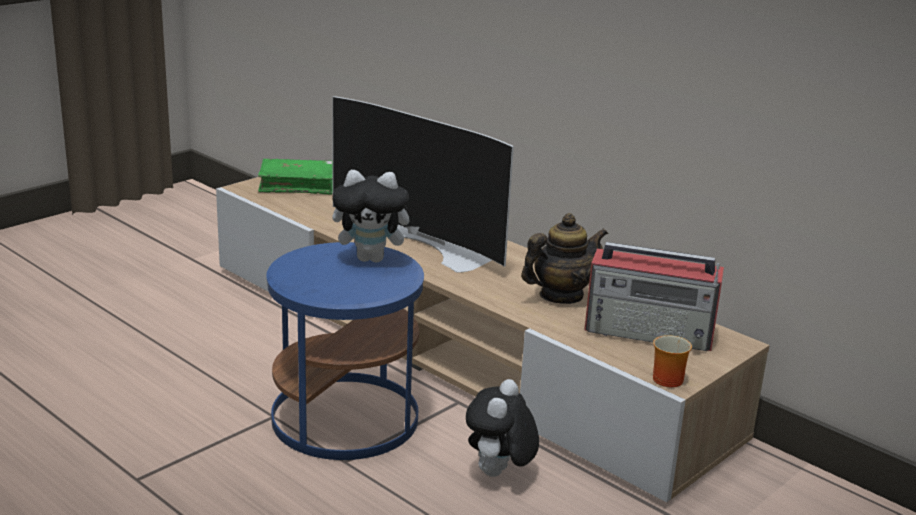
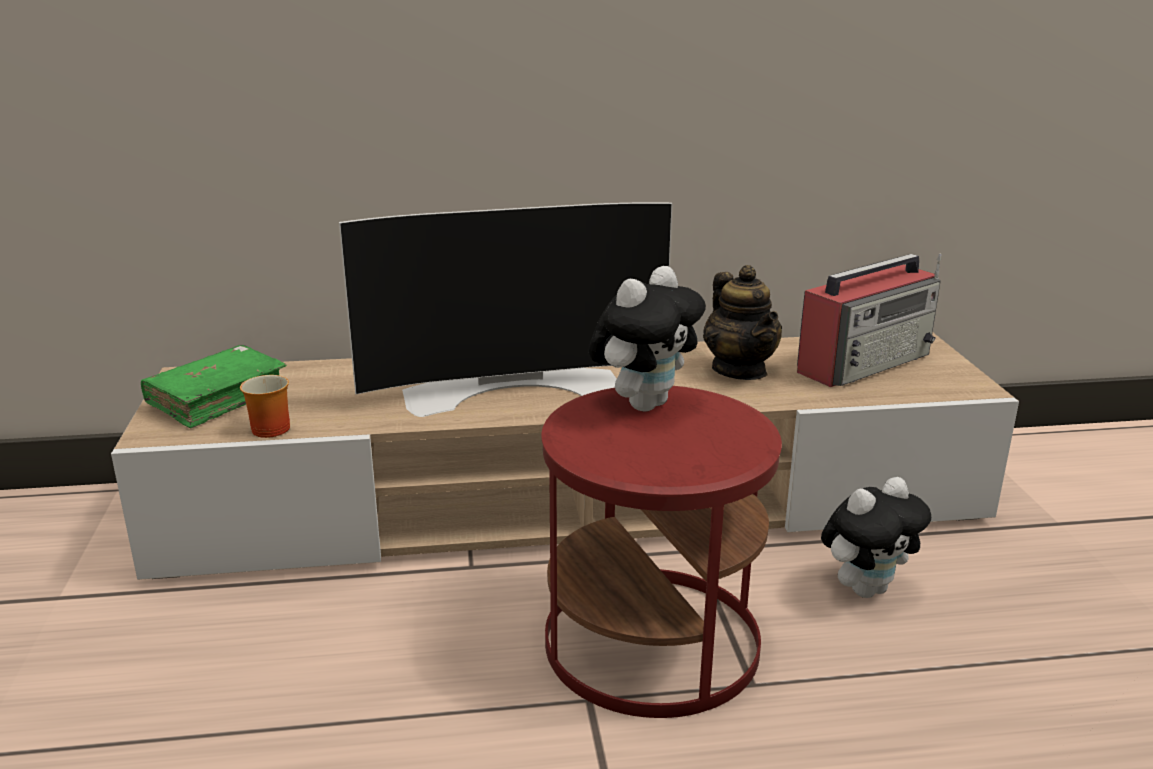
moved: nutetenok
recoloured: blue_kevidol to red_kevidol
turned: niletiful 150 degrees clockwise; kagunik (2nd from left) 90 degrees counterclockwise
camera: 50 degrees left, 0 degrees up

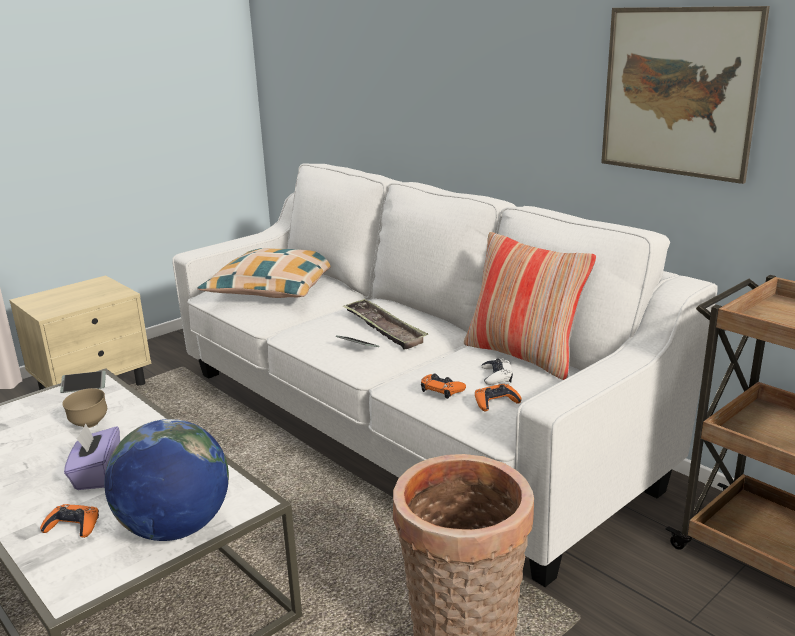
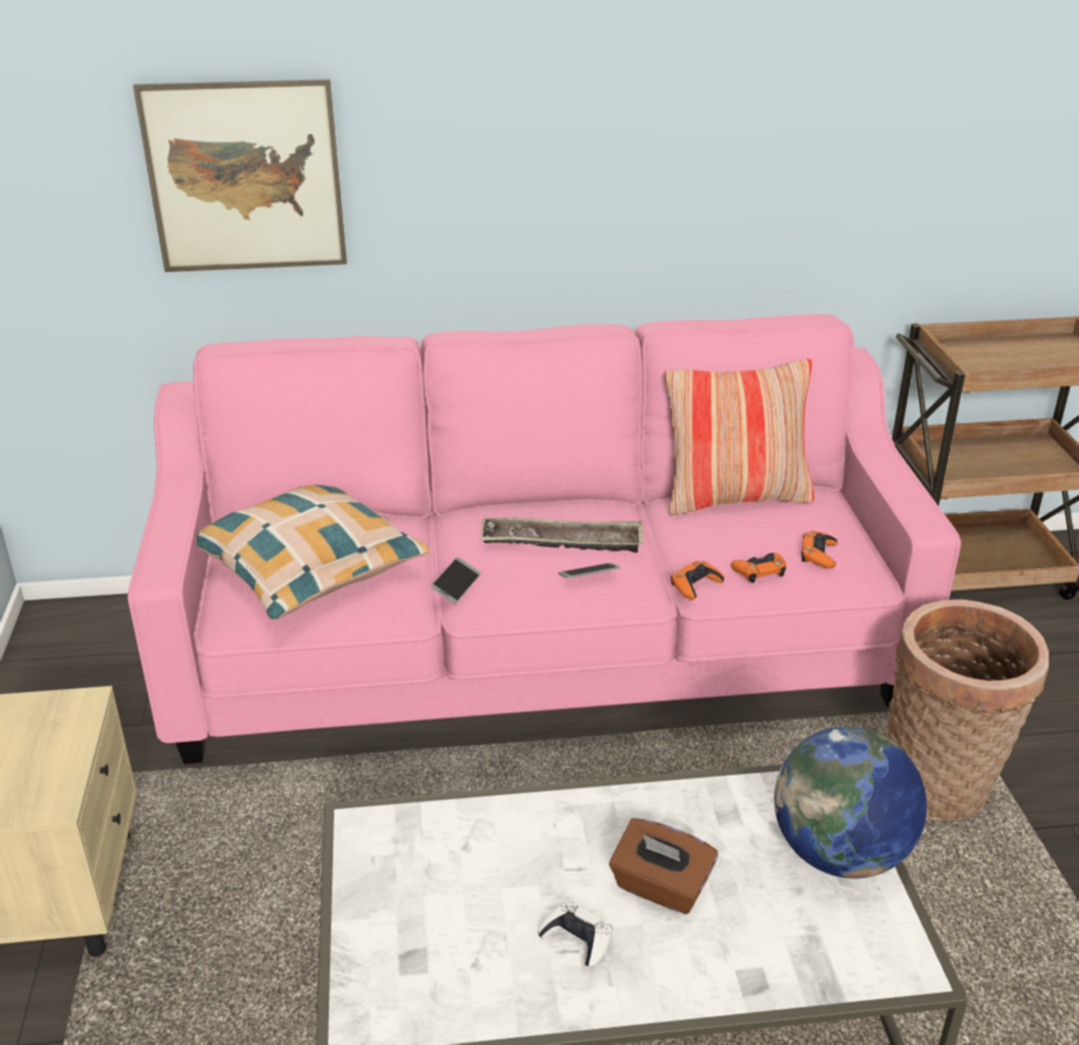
removed: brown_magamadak
moved: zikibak; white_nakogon; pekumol (1st from left); orange_nakogon (1st from left)
recoloured: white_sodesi to pink_sodesi; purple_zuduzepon to brown_zuduzepon
camera: 55 degrees left, 10 degrees up

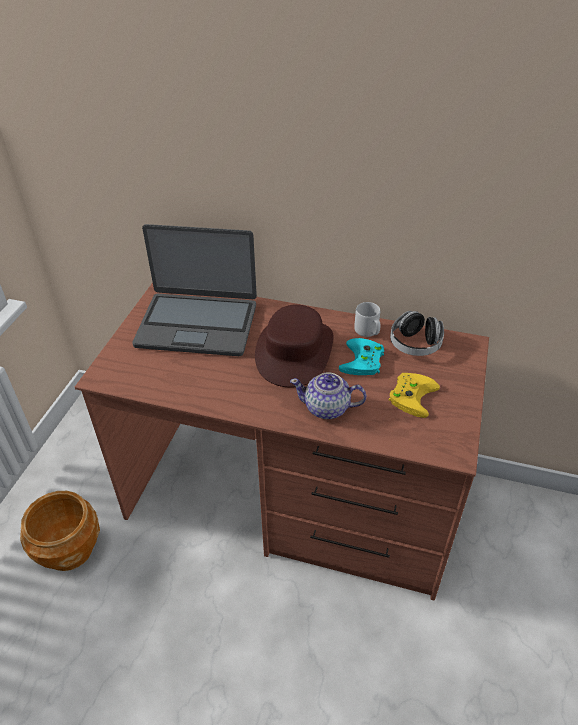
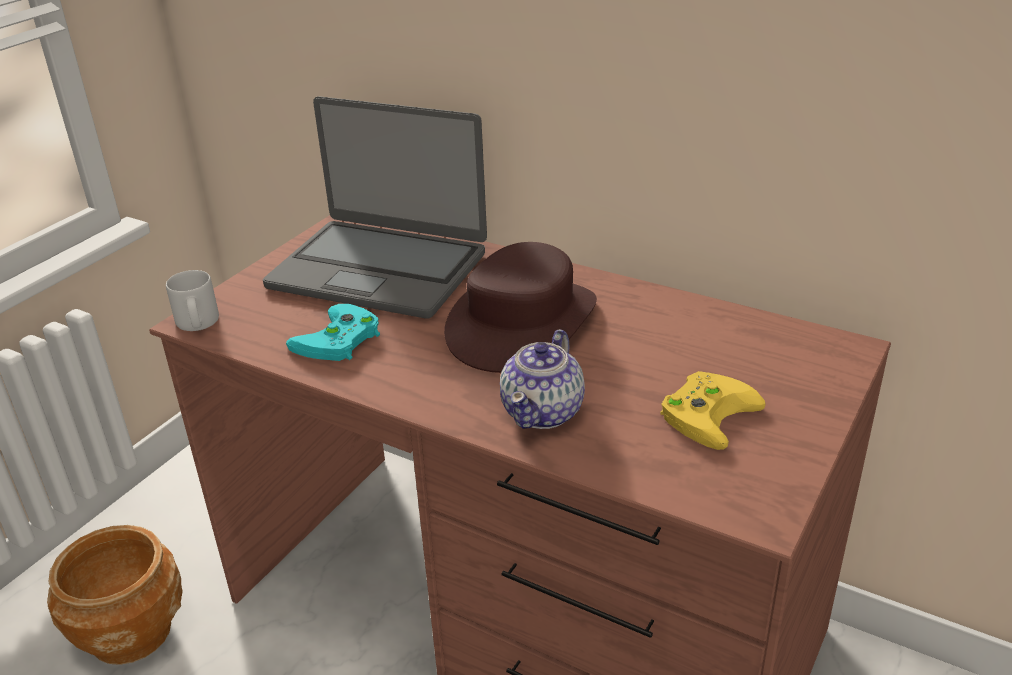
removed: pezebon
moved: grey_nutetenok; turquoise_nakogon
turned: niletiful 90 degrees counterclockwise
camera: 15 degrees right, 10 degrees down

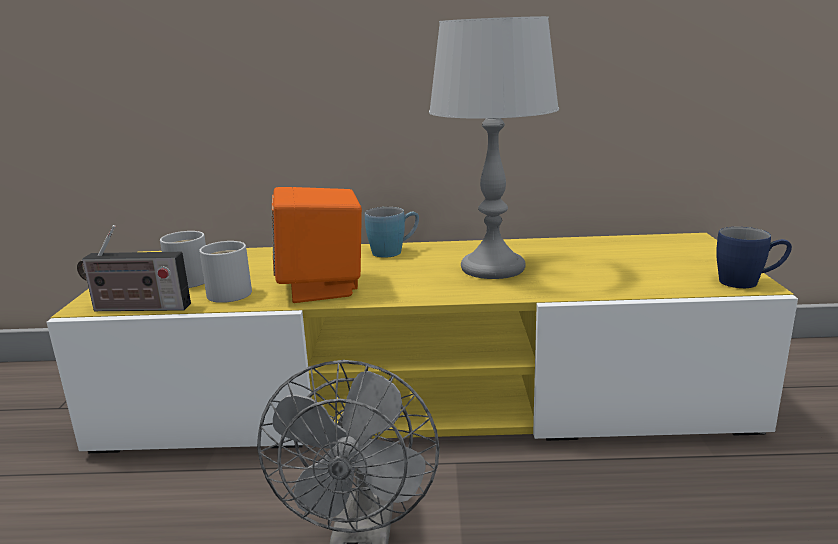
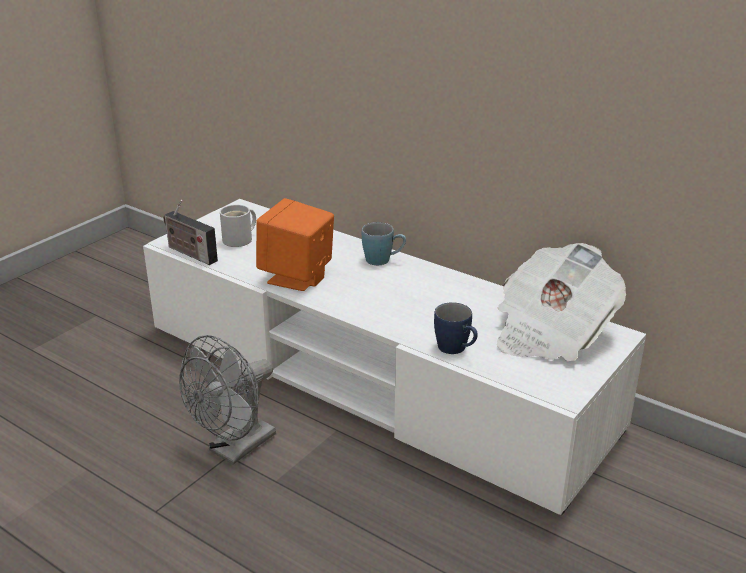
removed: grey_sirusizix; white_nutetenok (2nd from left)
added: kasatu
moved: blue_nutetenok (2nd from left)
recoloured: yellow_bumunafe to white_bumunafe
camera: 35 degrees right, 10 degrees up

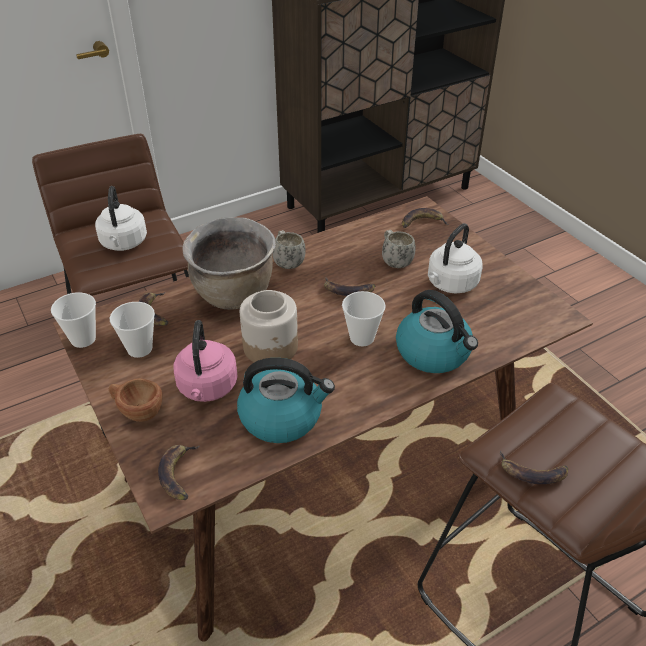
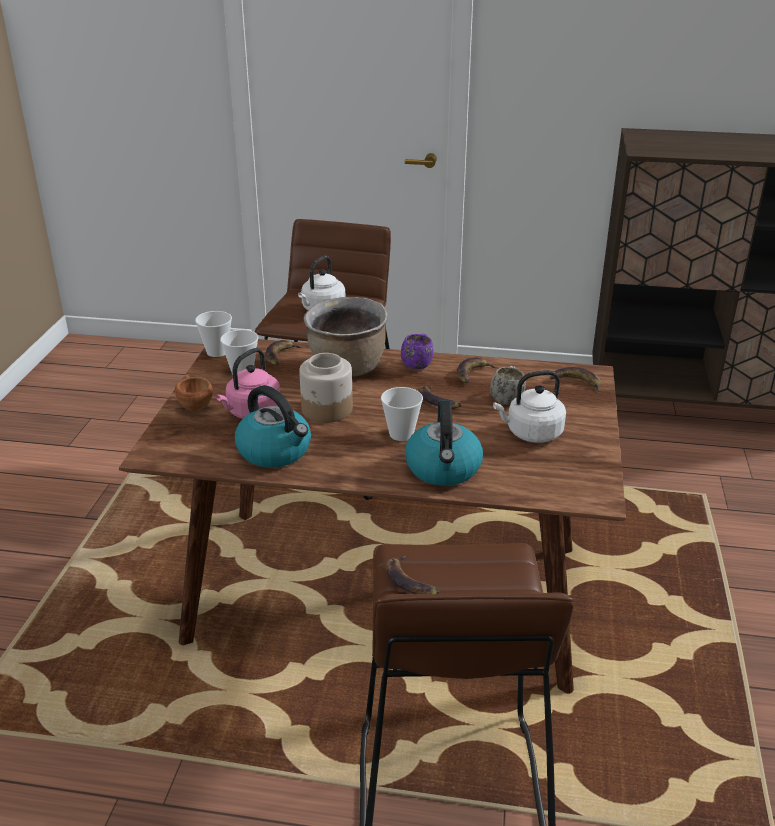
moved: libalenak (2nd from left in the first image) to libalenak (4th from left)
recoloured: white_nutetenok (1st from left) to purple_nutetenok
camera: 40 degrees right, 10 degrees down

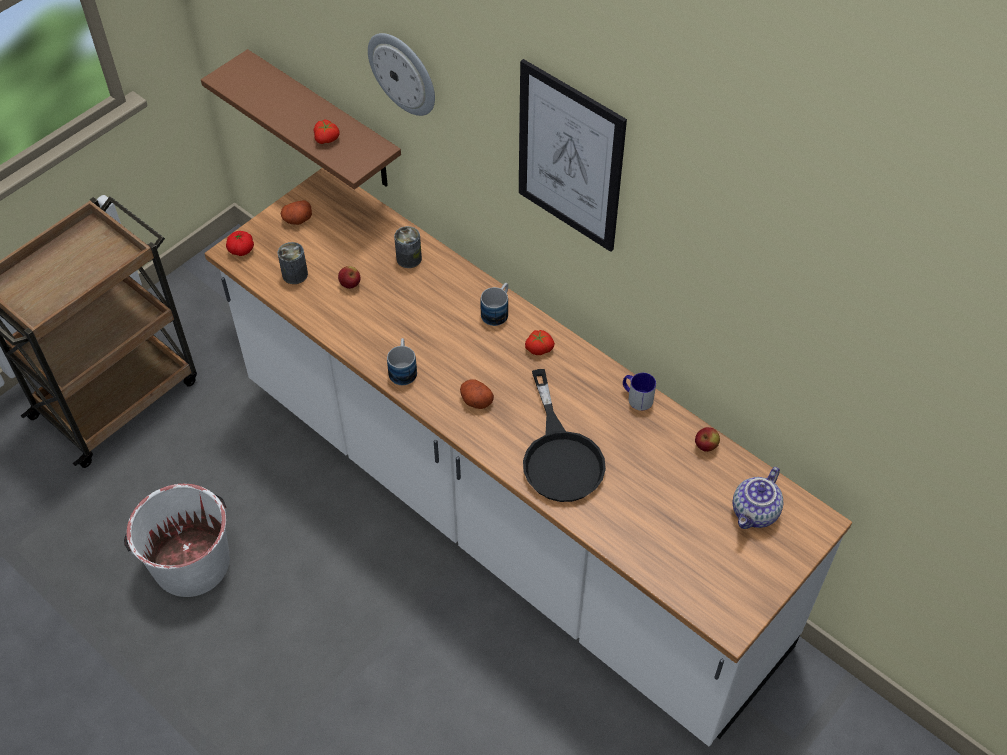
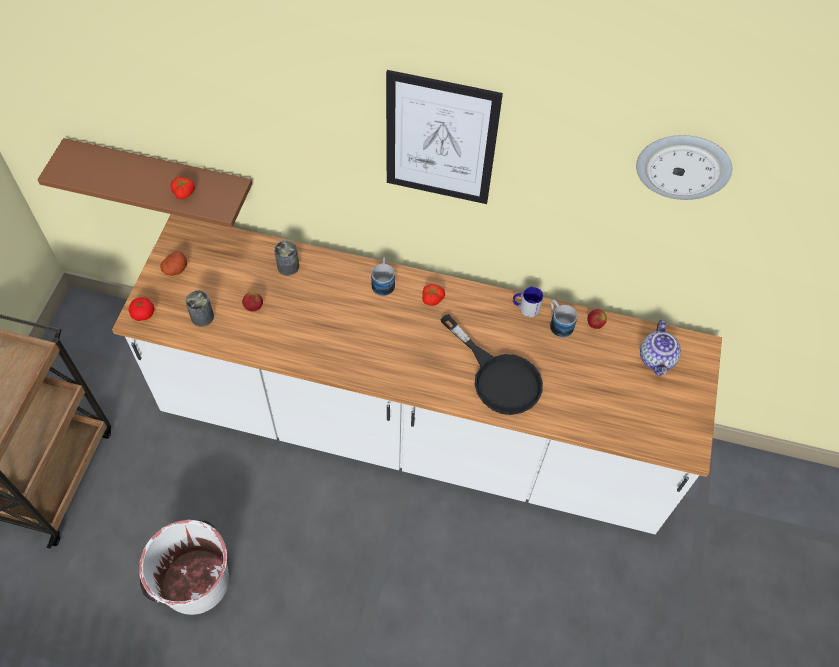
removed: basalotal (2nd from left)
moved: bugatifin; nutetenok (1st from left in the first image) to nutetenok (3rd from left)
camera: 30 degrees left, 5 degrees up

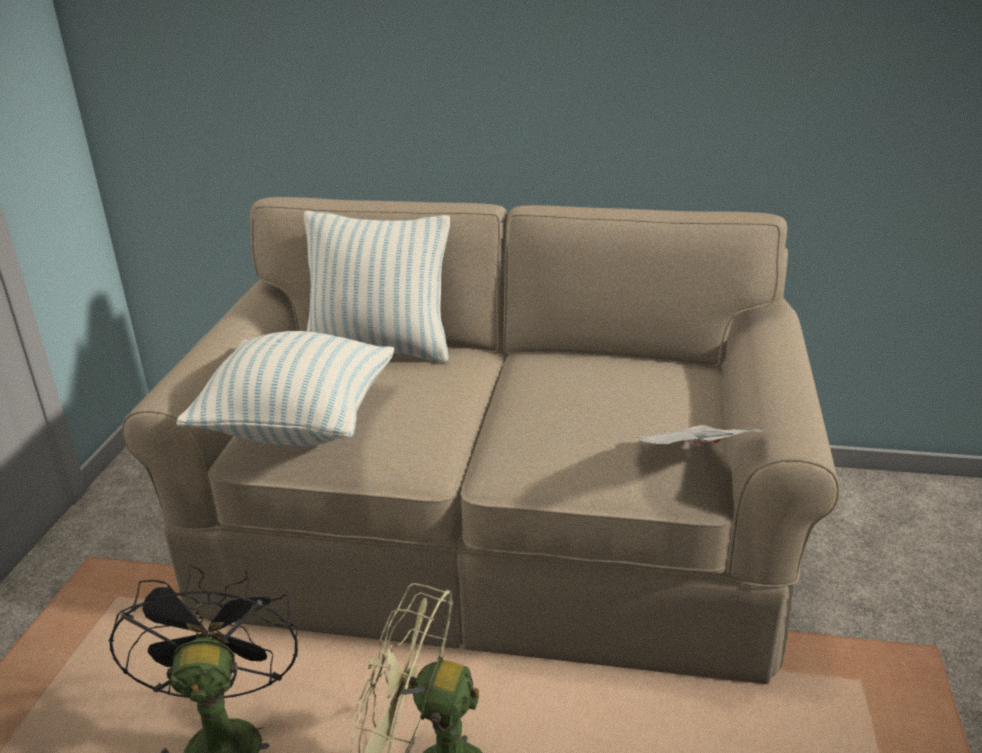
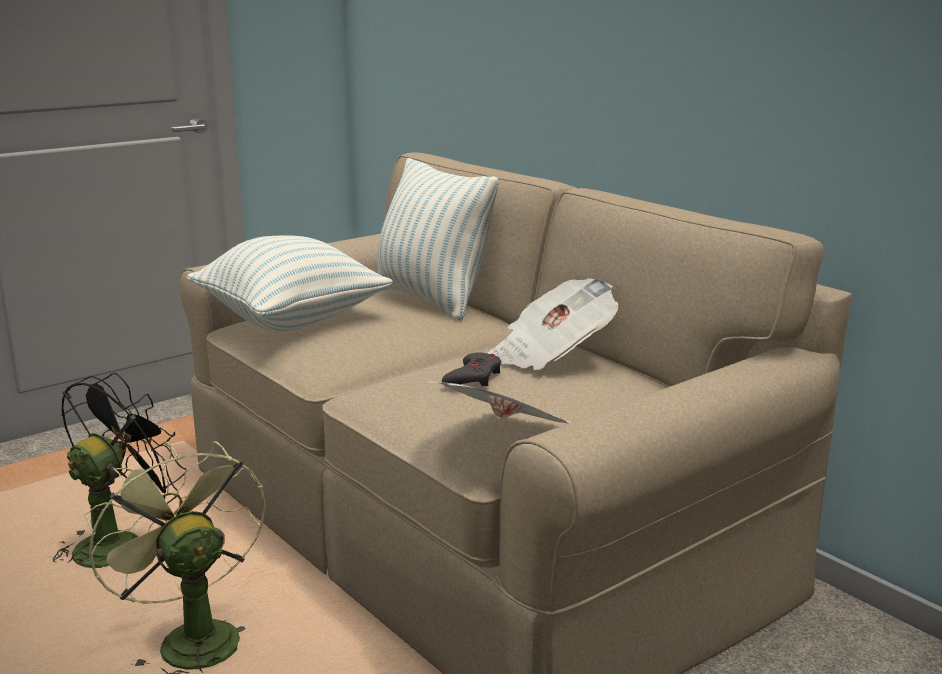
added: kasatu (2nd from left); grey_nakogon
camera: 40 degrees right, 10 degrees down

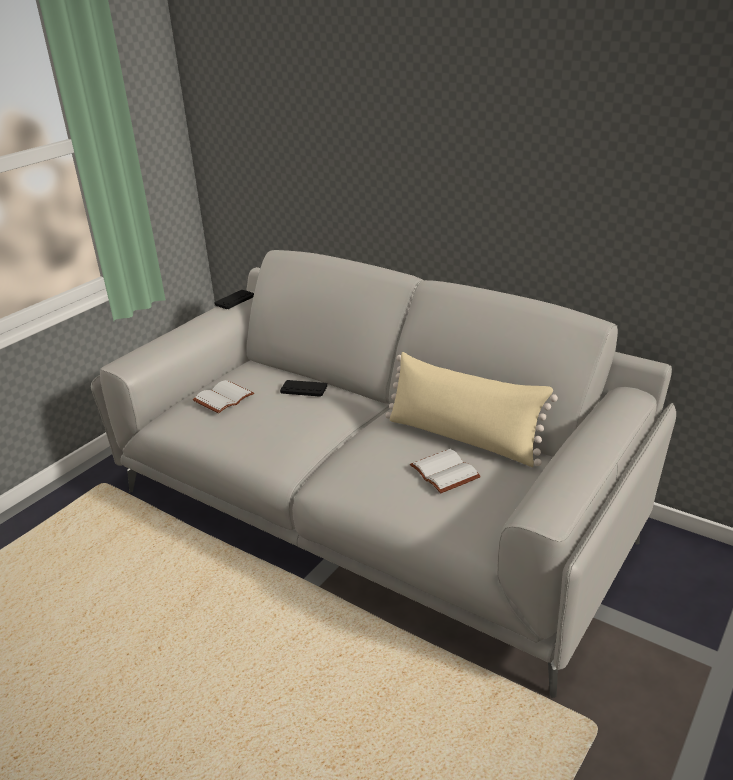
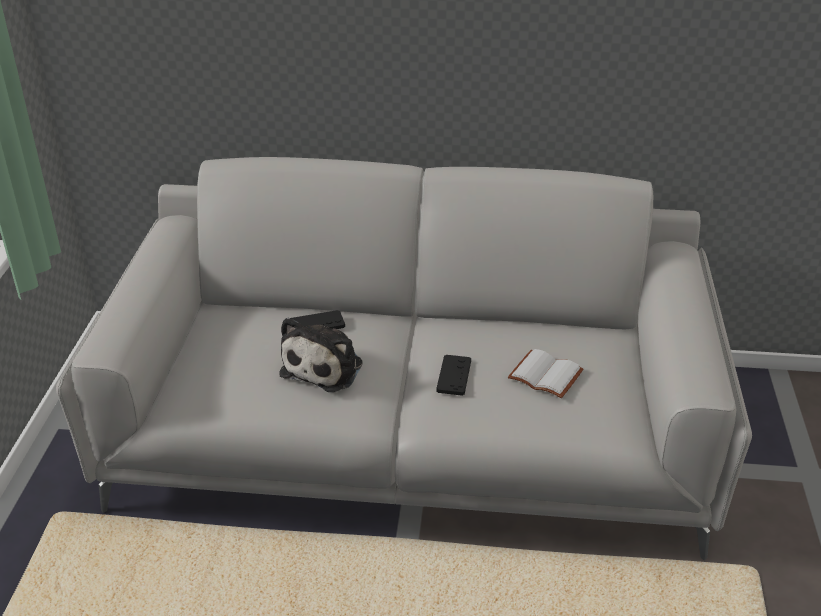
removed: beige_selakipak; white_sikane (1st from left)
added: kagunik
moved: black_nakogon (1st from left in the first image) to black_nakogon (2nd from left)
camera: 30 degrees left, 5 degrees up

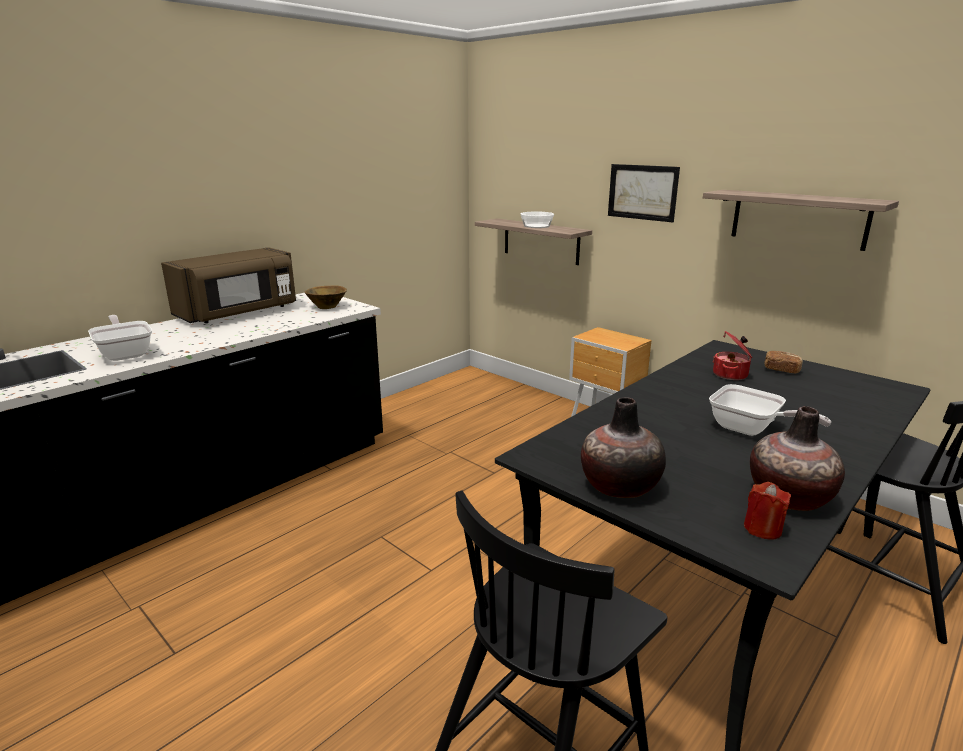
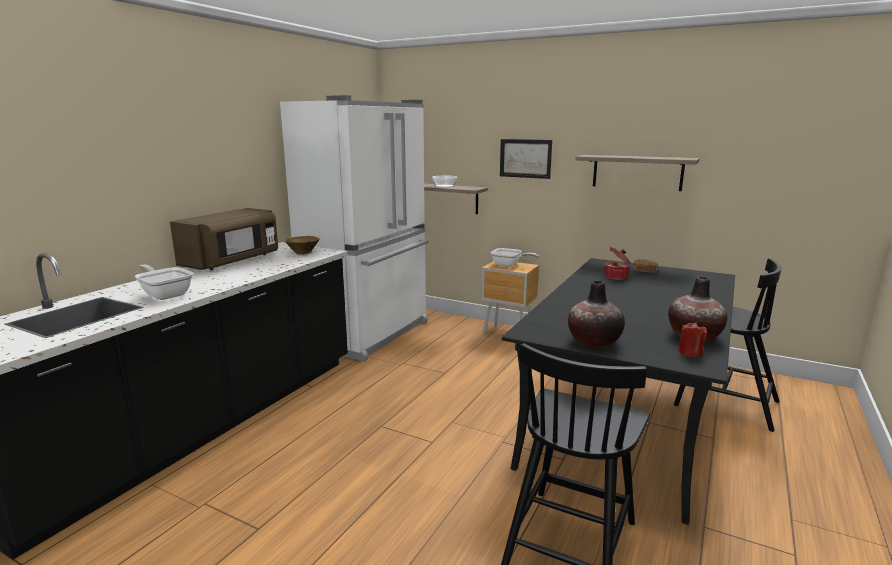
added: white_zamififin
moved: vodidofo (2nd from left)
camera: 15 degrees left, 5 degrees down

